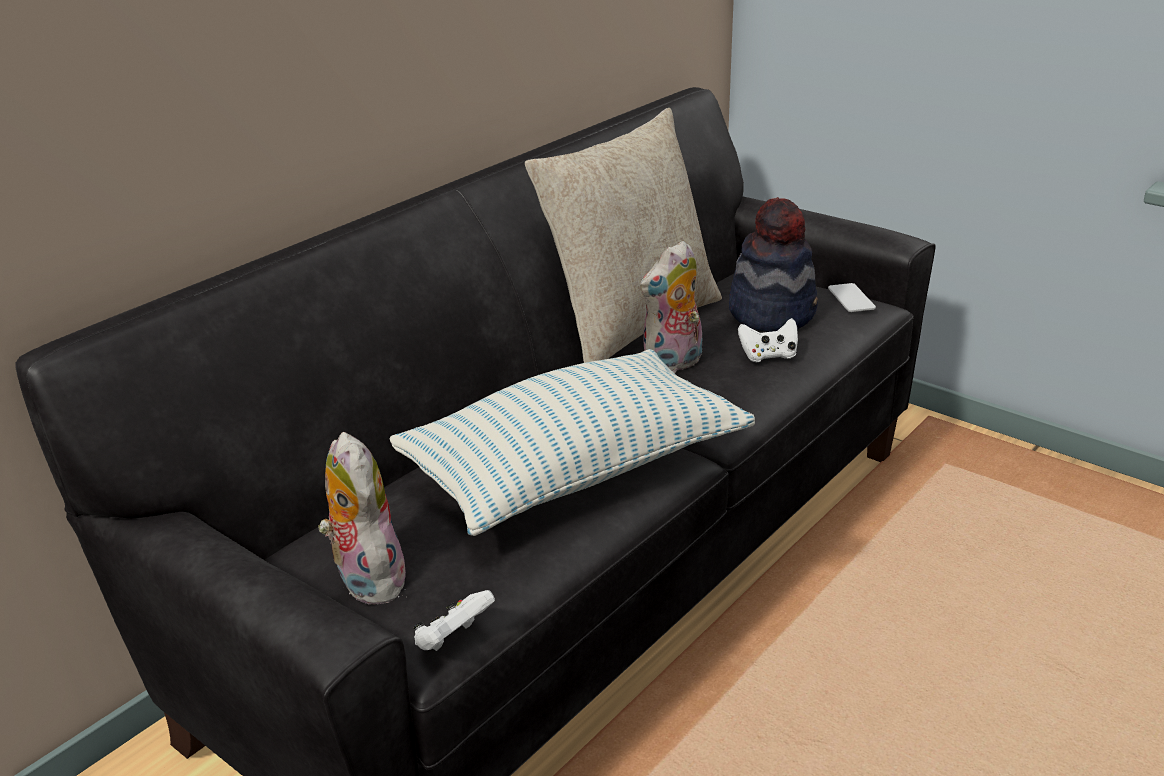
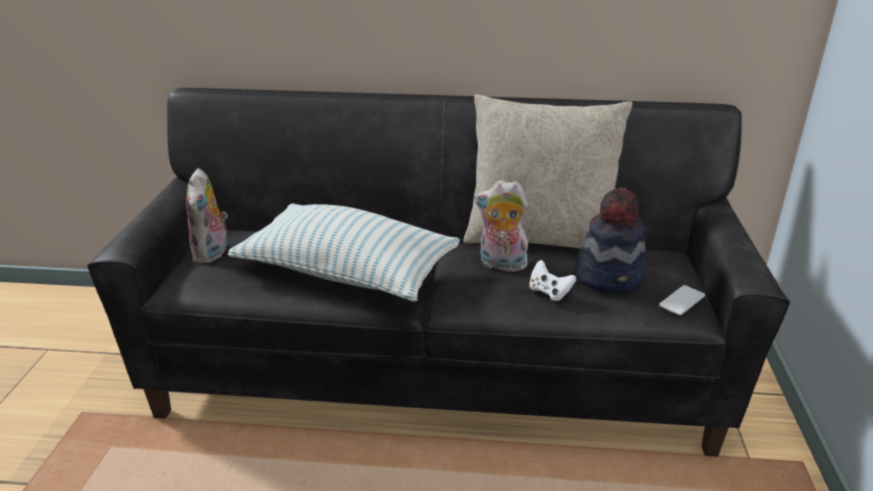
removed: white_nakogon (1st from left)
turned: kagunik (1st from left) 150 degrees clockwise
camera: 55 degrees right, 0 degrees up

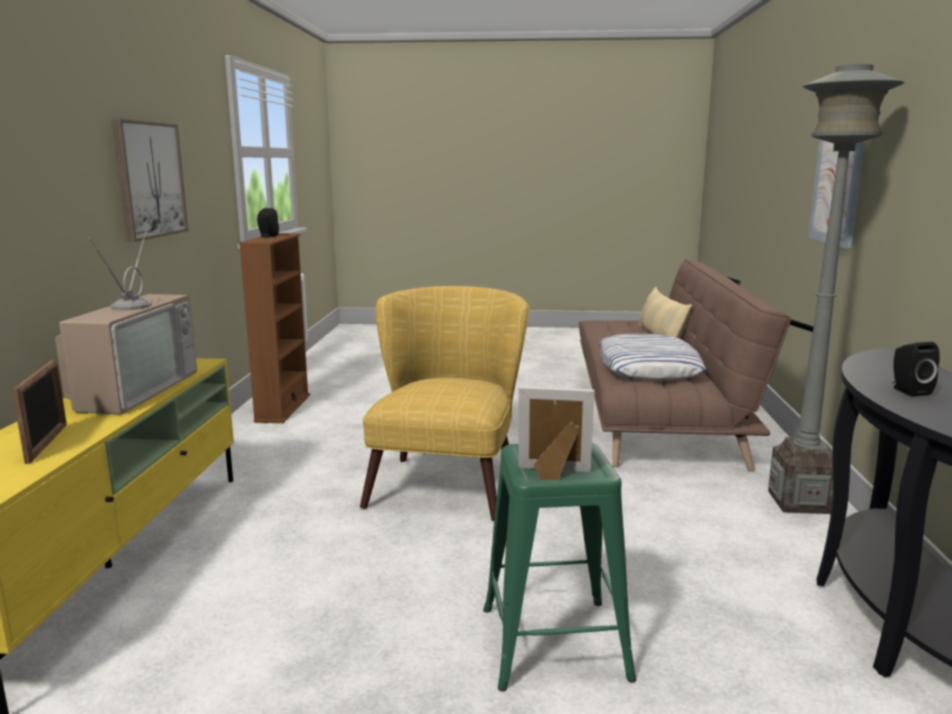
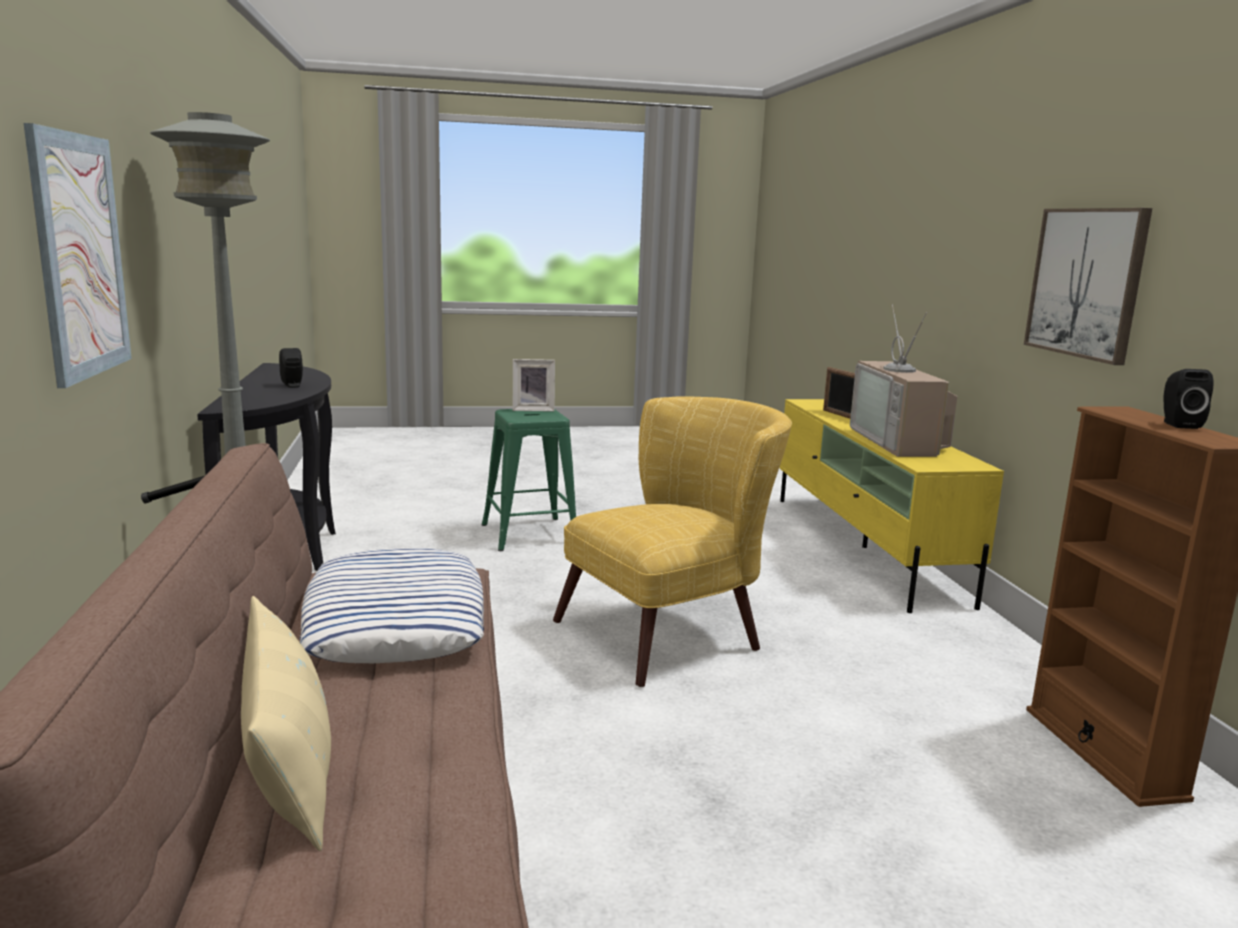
turned: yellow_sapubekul 120 degrees counterclockwise
camera: 165 degrees right, 0 degrees up

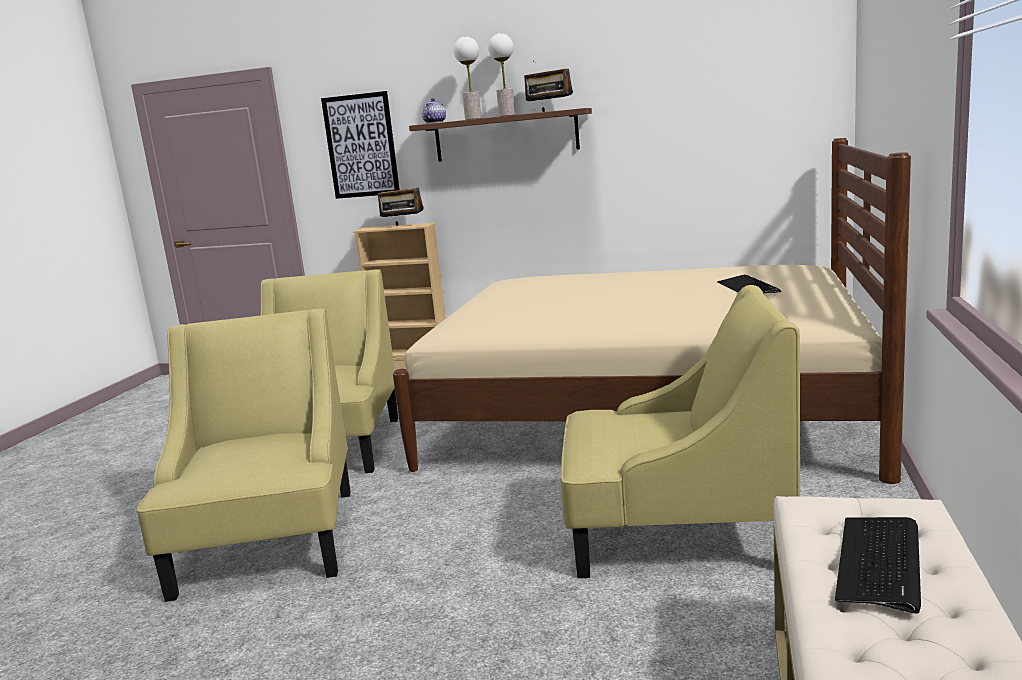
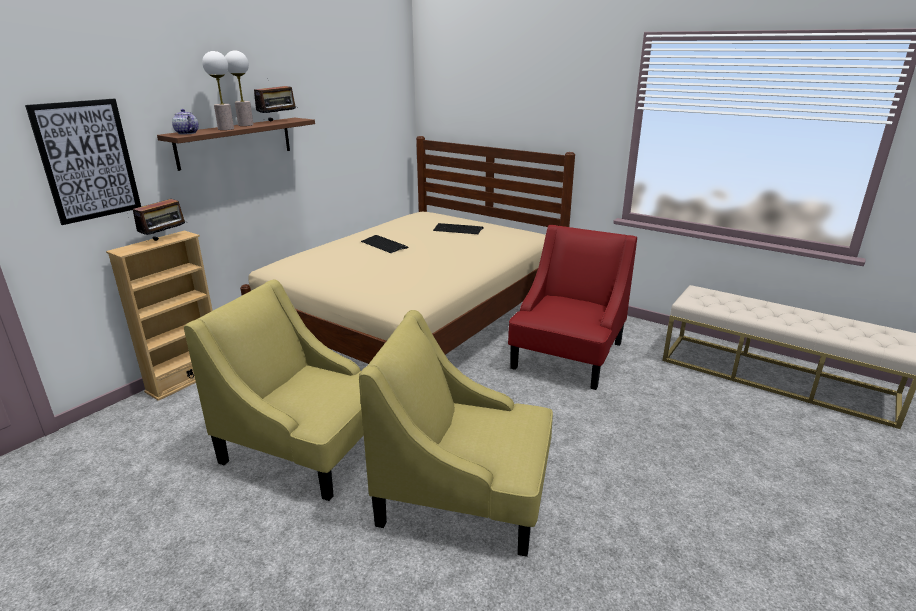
moved: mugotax (2nd from left in the first image) to mugotax (1st from left)
recoloured: yellow_sapubekul (3rd from left) to red_sapubekul
camera: 70 degrees left, 10 degrees up

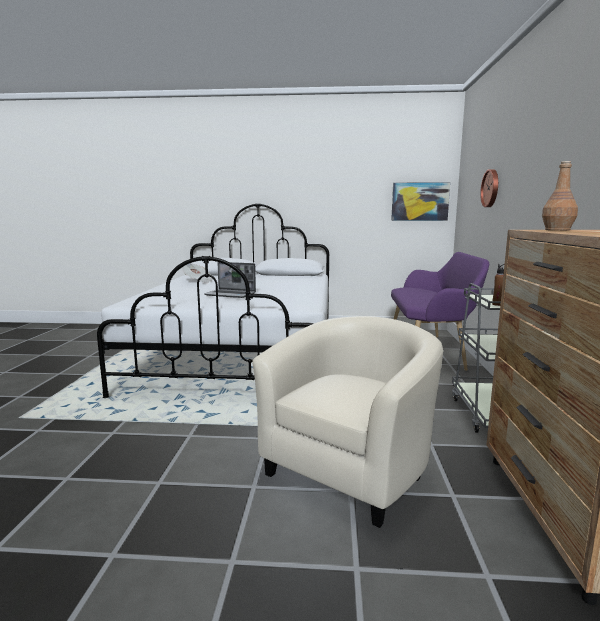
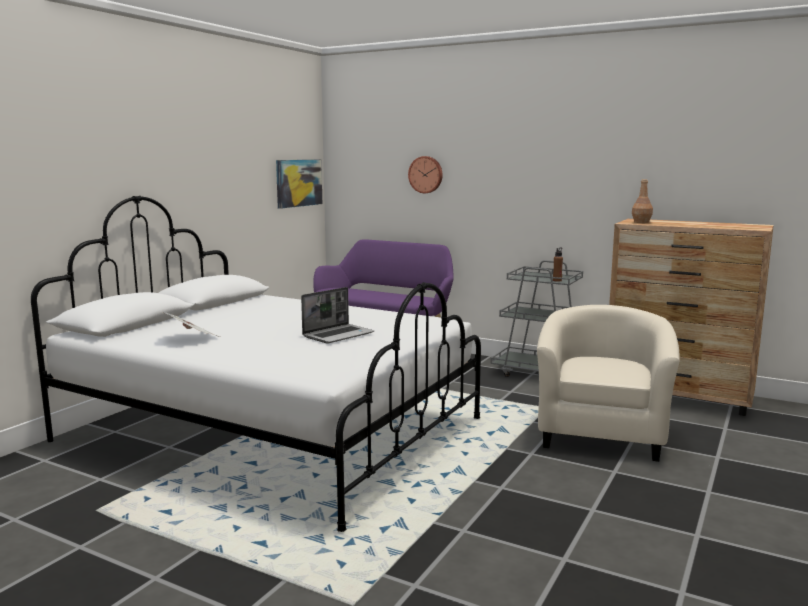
turned: beige_sapubekul 45 degrees clockwise
camera: 65 degrees left, 0 degrees up

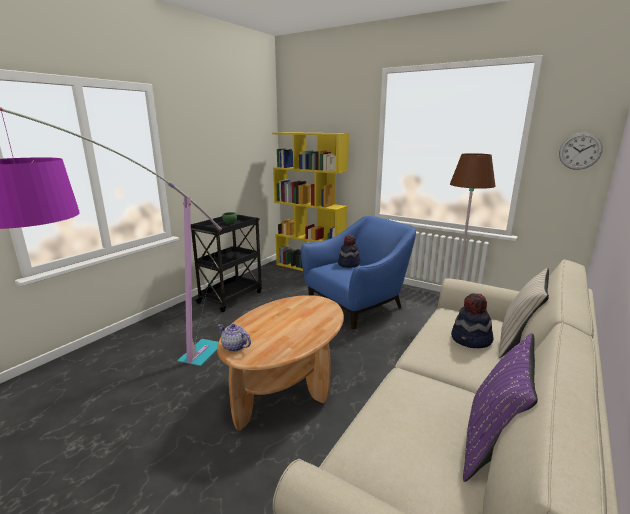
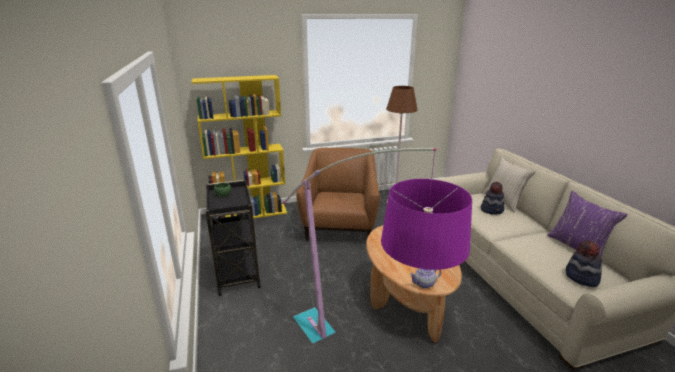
removed: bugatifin
moved: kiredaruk (1st from left in the first image) to kiredaruk (2nd from left)
recoloured: blue_sapubekul to brown_sapubekul
camera: 50 degrees left, 5 degrees up

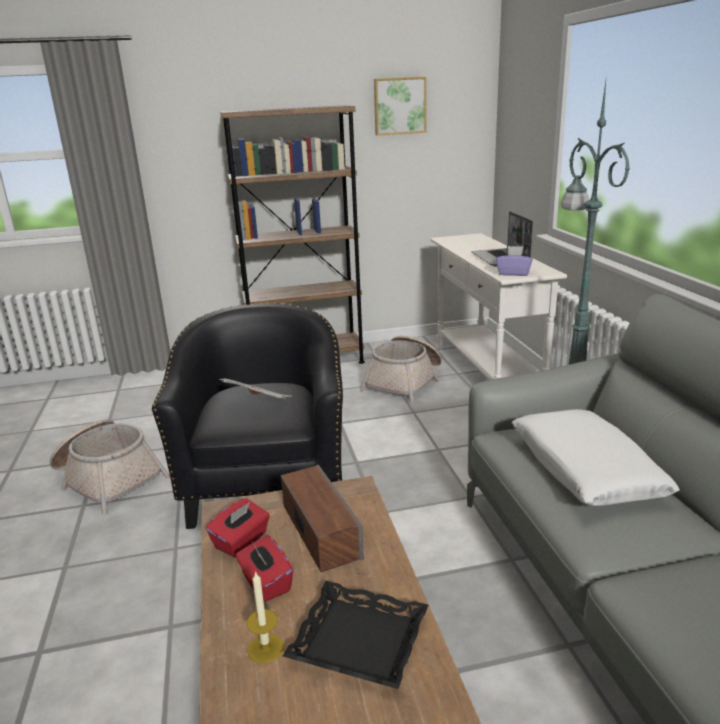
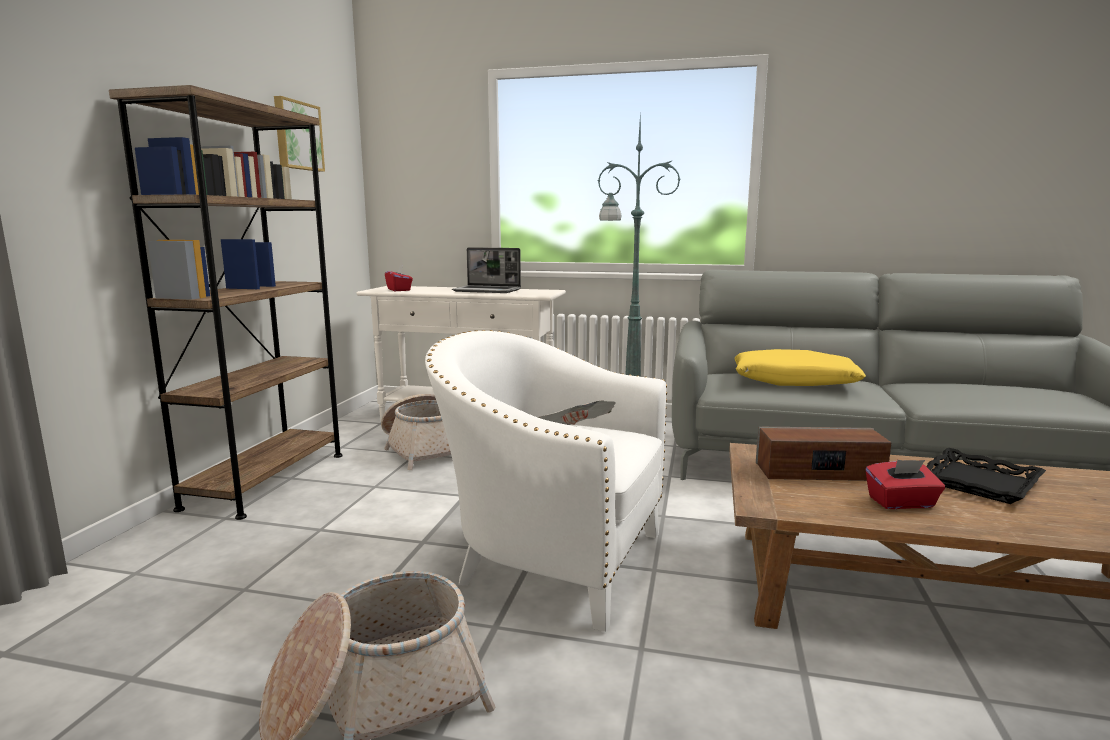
removed: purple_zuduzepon; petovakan
moved: red_zuduzepon (1st from left)
recoloured: black_sapubekul to white_sapubekul; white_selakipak to yellow_selakipak
camera: 65 degrees left, 10 degrees down

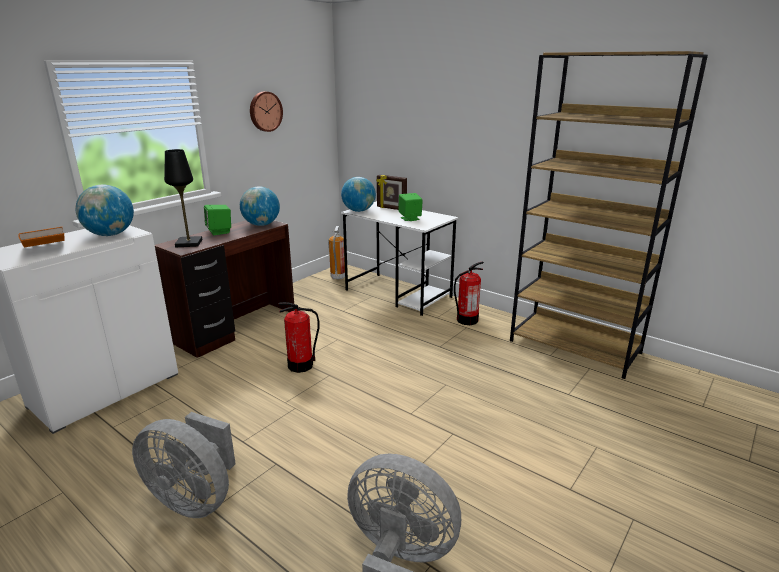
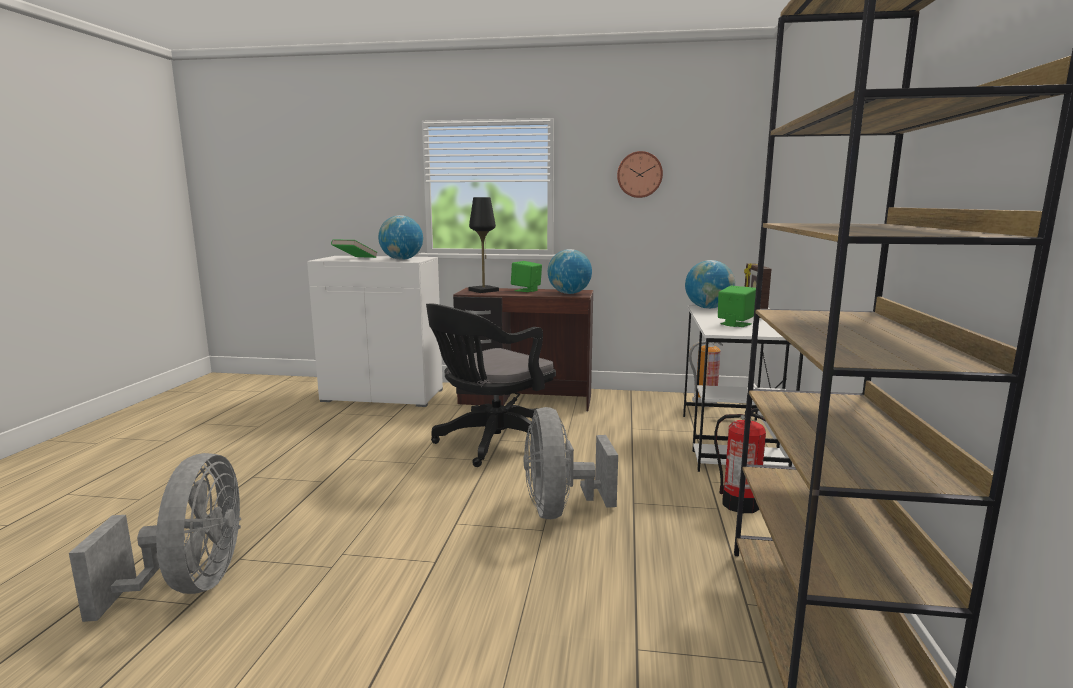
moved: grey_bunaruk (1st from left in the first image) to grey_bunaruk (2nd from left)
replaced: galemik (1st from left) to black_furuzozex
recoloured: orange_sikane to green_sikane
camera: 60 degrees right, 10 degrees down

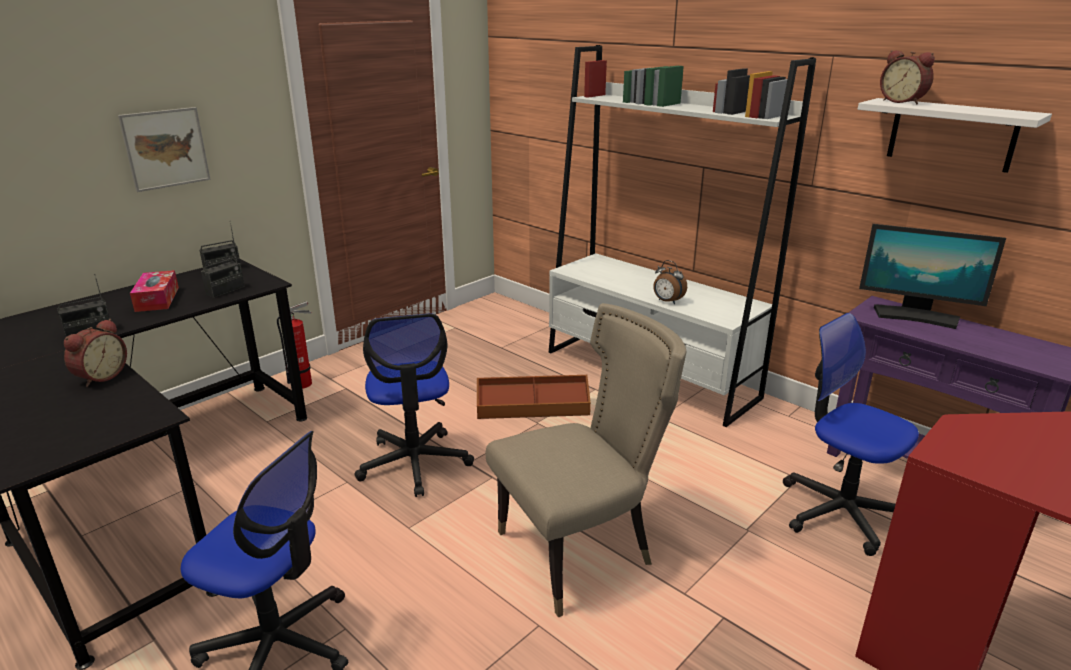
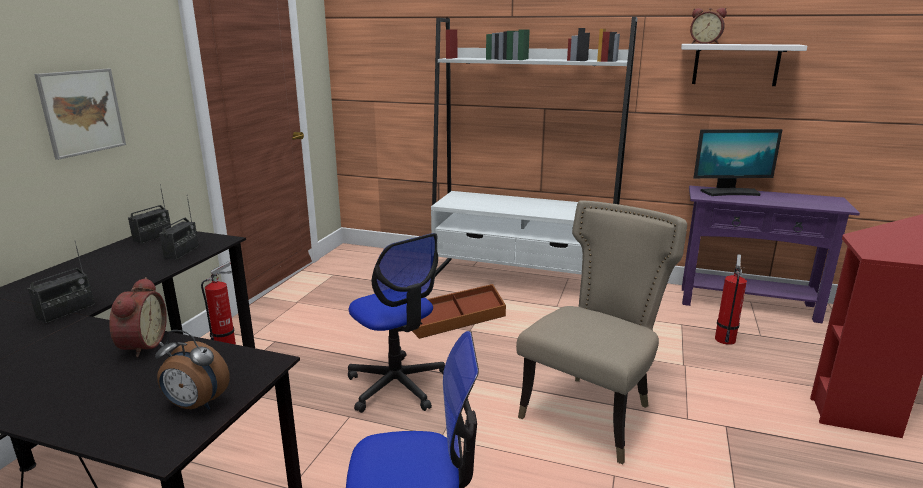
removed: zuduzepon
moved: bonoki (2nd from left)
replaced: furuzozex (3rd from left) to galemik (2nd from left)
camera: 25 degrees left, 5 degrees down

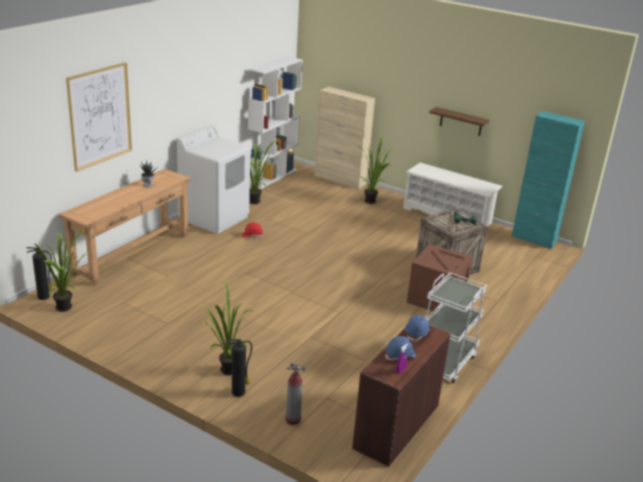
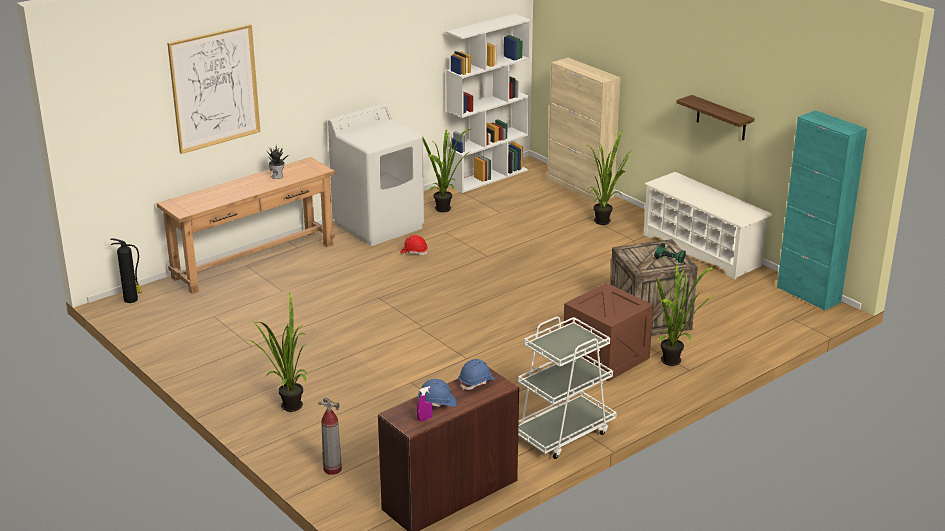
removed: galemik (2nd from left)
moved: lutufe (1st from left in the first image) to lutufe (5th from left)
camera: 20 degrees right, 0 degrees up

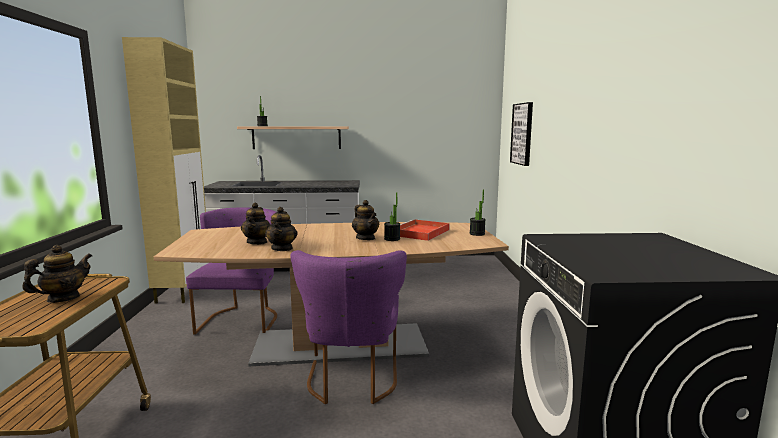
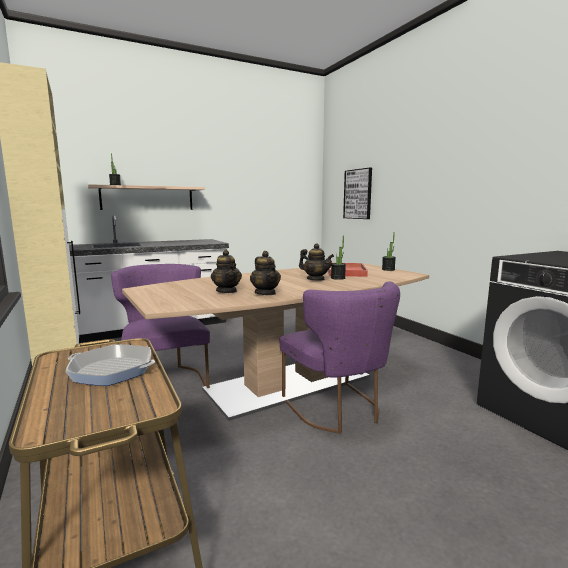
replaced: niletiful (1st from left) to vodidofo
camera: 25 degrees left, 0 degrees up

